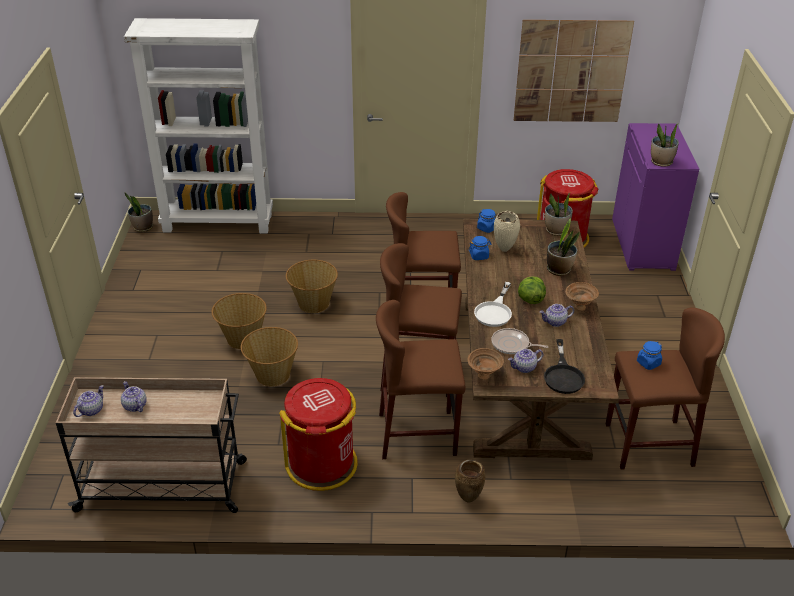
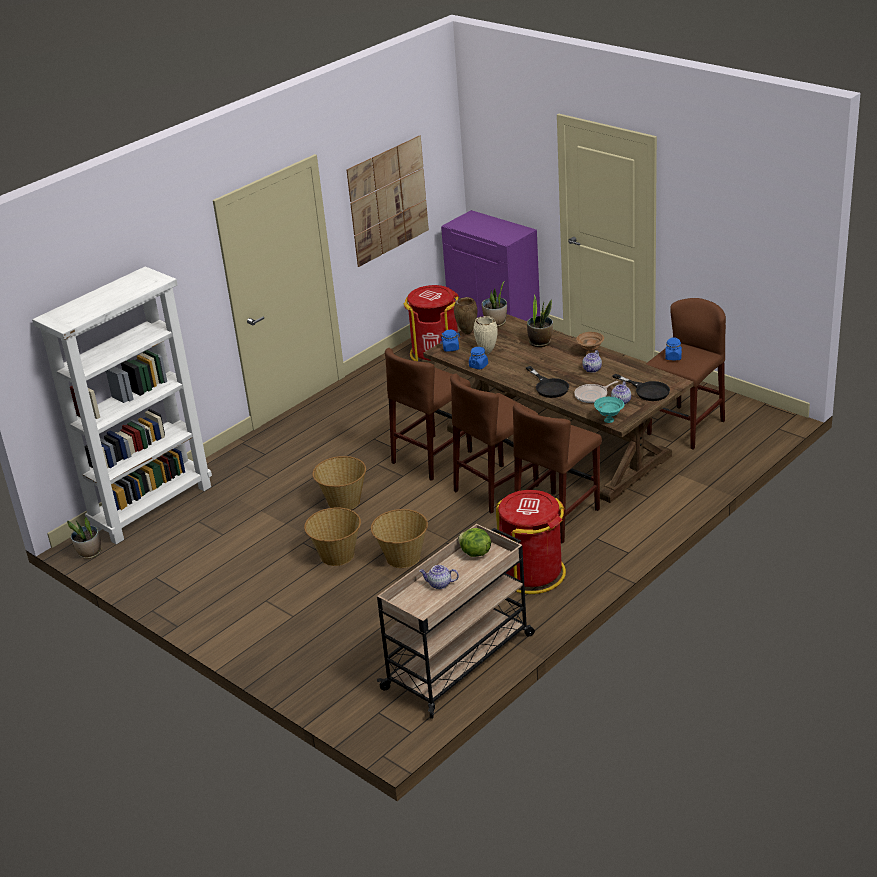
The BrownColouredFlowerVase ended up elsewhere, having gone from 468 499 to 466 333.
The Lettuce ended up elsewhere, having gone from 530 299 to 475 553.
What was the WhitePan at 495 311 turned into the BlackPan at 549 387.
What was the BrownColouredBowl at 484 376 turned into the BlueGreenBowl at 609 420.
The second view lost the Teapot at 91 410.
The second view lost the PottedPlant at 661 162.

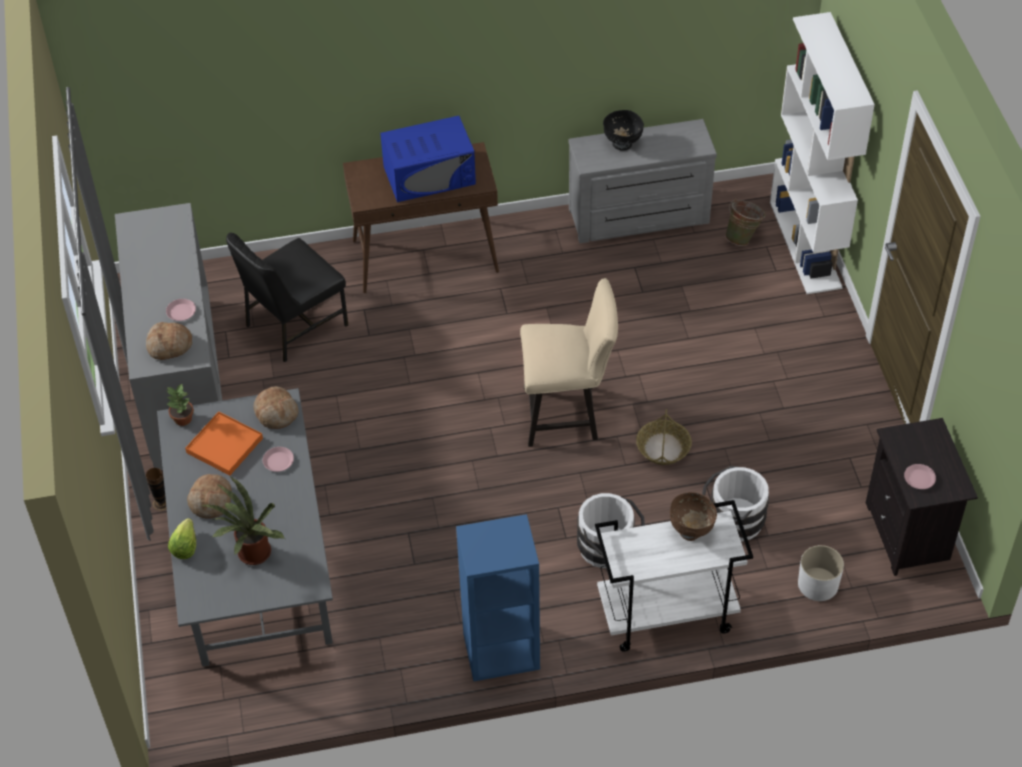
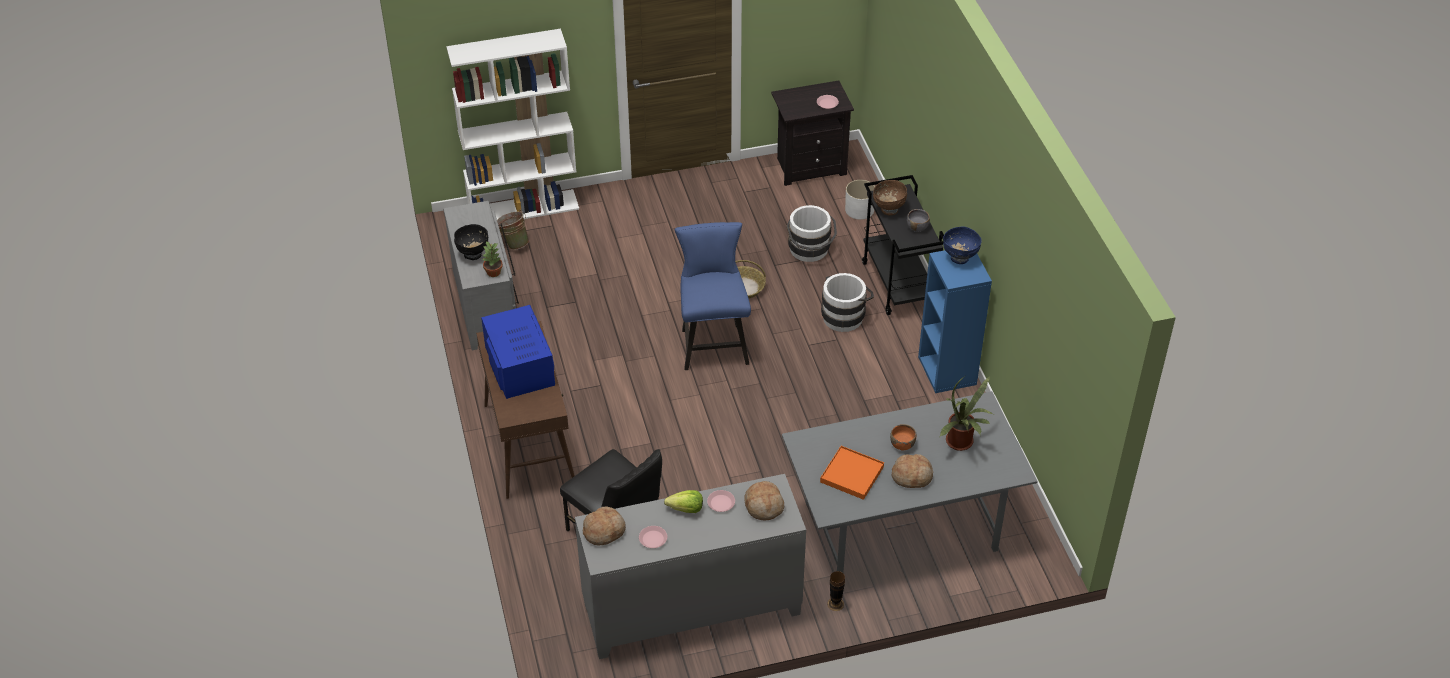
The PottedPlant ended up elsewhere, having gone from 182 419 to 493 272.
The BakedBread ended up elsewhere, having gone from 276 413 to 604 530.
The PinkColouredDinnerPlate ended up elsewhere, having gone from 278 461 to 653 539.
The Lettuce ended up elsewhere, having gone from 185 547 to 686 509.
What was the BeigeColouredChair at 567 414 turned into the BluishChair at 713 342.
What was the WhiteTrolley at 665 615 turned into the BlackTrolley at 899 284.
The second view gained the OrangeyBowl at 902 444.
The second view gained the GrayBowl at 917 227.
The second view gained the BluishBowl at 959 258.

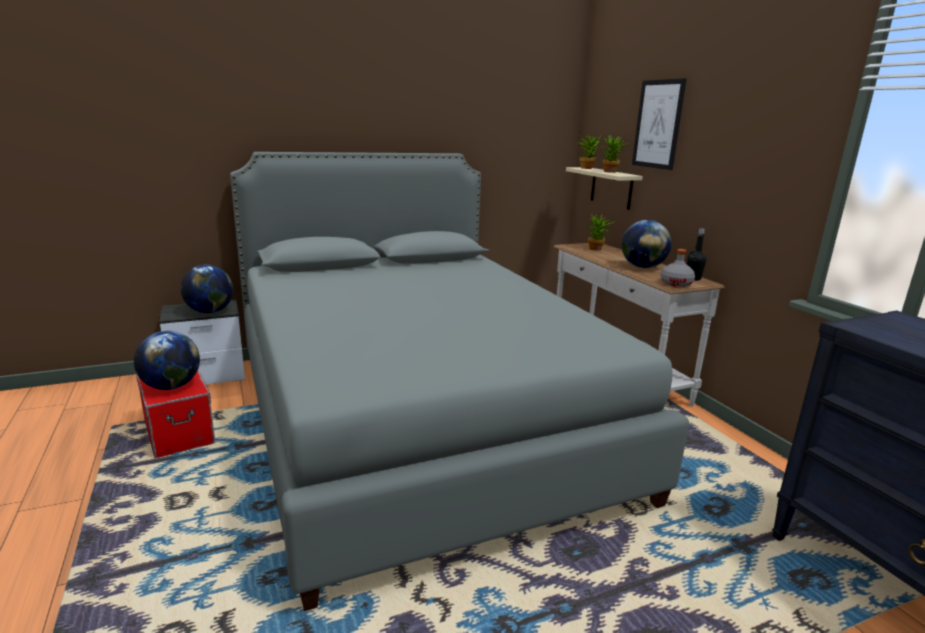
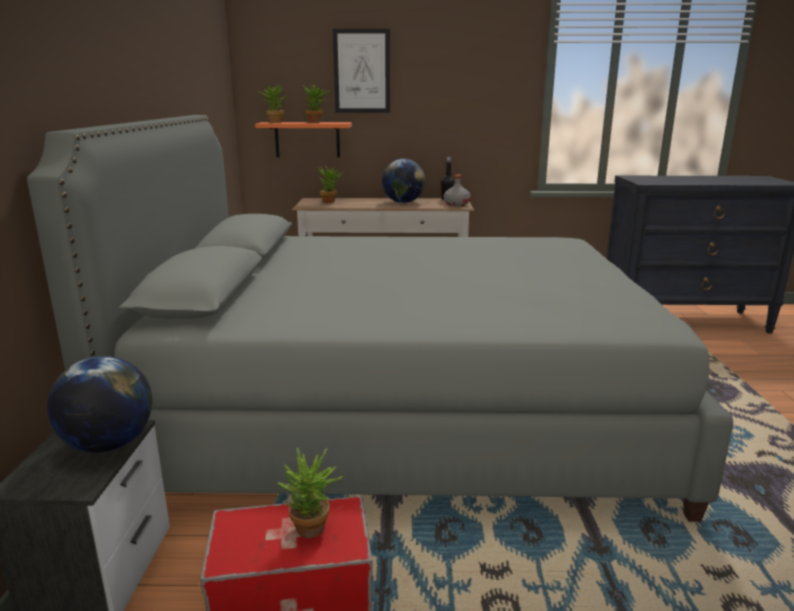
What was the BeigeColouredShelf at 611 188 turned into the OrangeyShelf at 307 139.
Where the DeskGlobe stood at 171 386, the PottedPlant came to stand at 312 532.

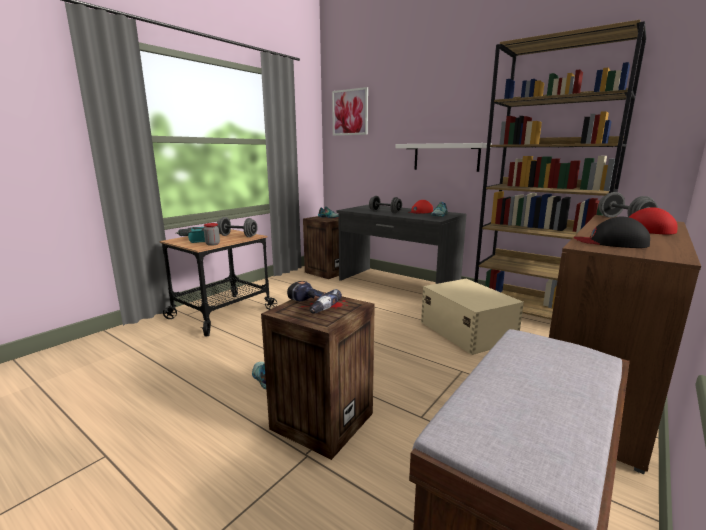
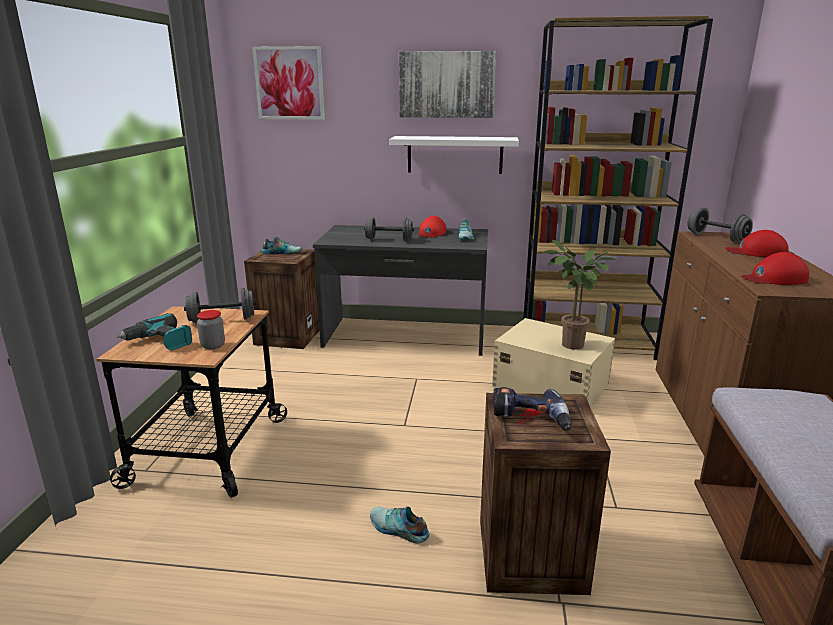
The second view gained the WallArt at 446 84.
The second view gained the PottedPlant at 570 346.
What was the BlackPeakedCap at 611 242 turned into the RedColouredPeakedCap at 774 279.

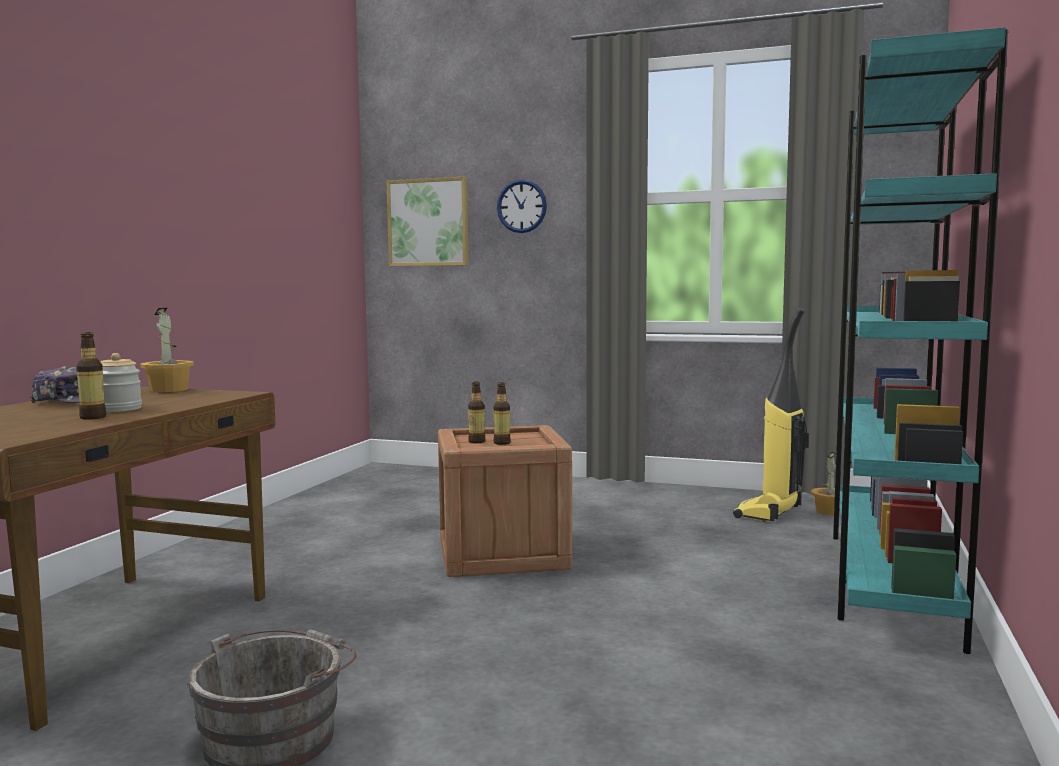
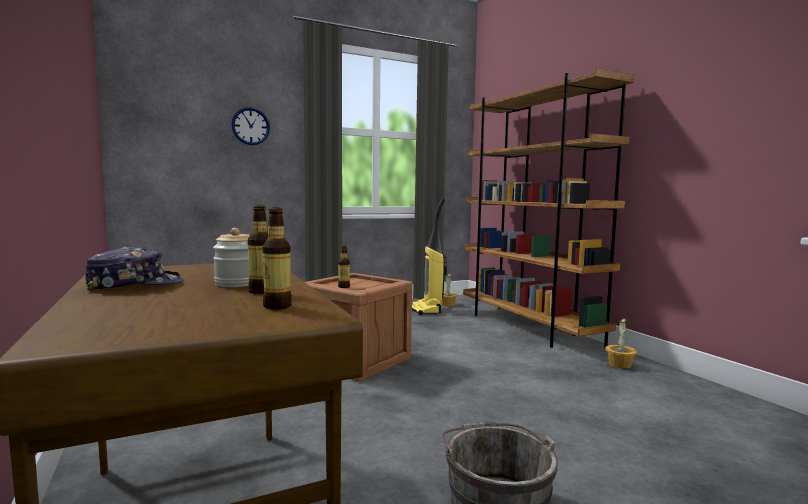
The DrinkBottle ended up elsewhere, having gone from 502 443 to 277 306.
What was the BlueGreenShelvingUnit at 889 579 turned into the BrownColouredShelvingUnit at 528 327.
The PottedPlant ended up elsewhere, having gone from 169 390 to 620 364.
The second view lost the WallArt at 428 222.

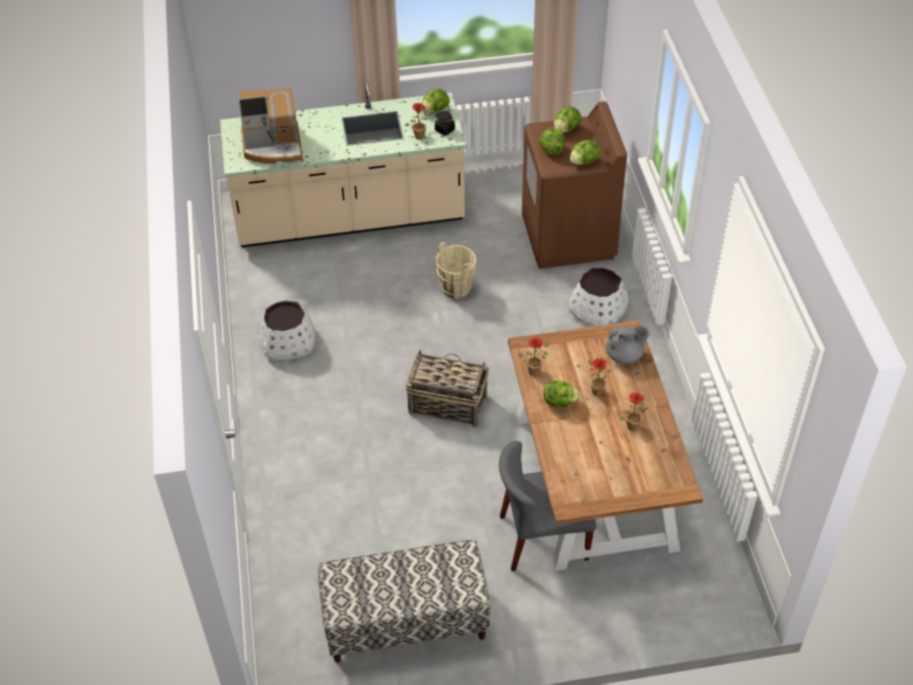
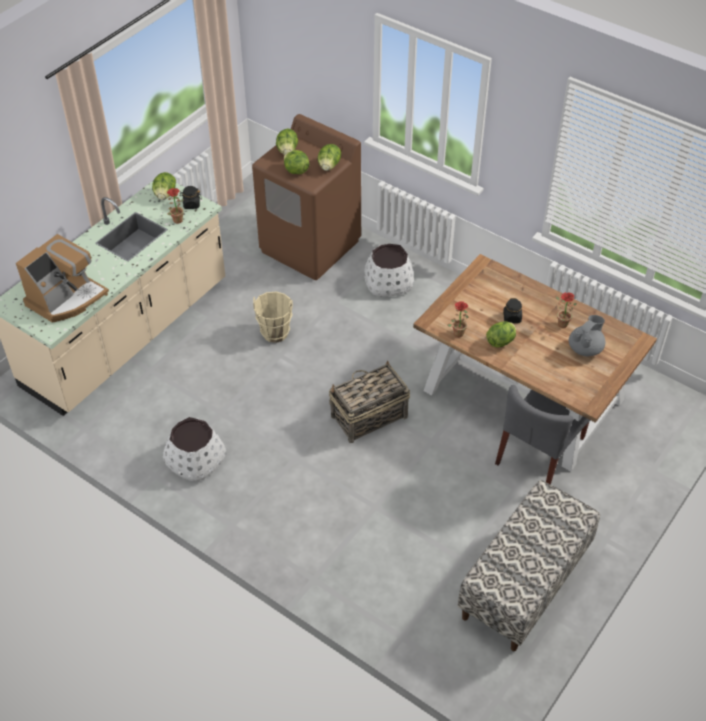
Where the PottedPlant stood at 595 390, the BlackPreserveJar came to stand at 512 318.
The GrayTeapot ended up elsewhere, having gone from 625 355 to 585 348.

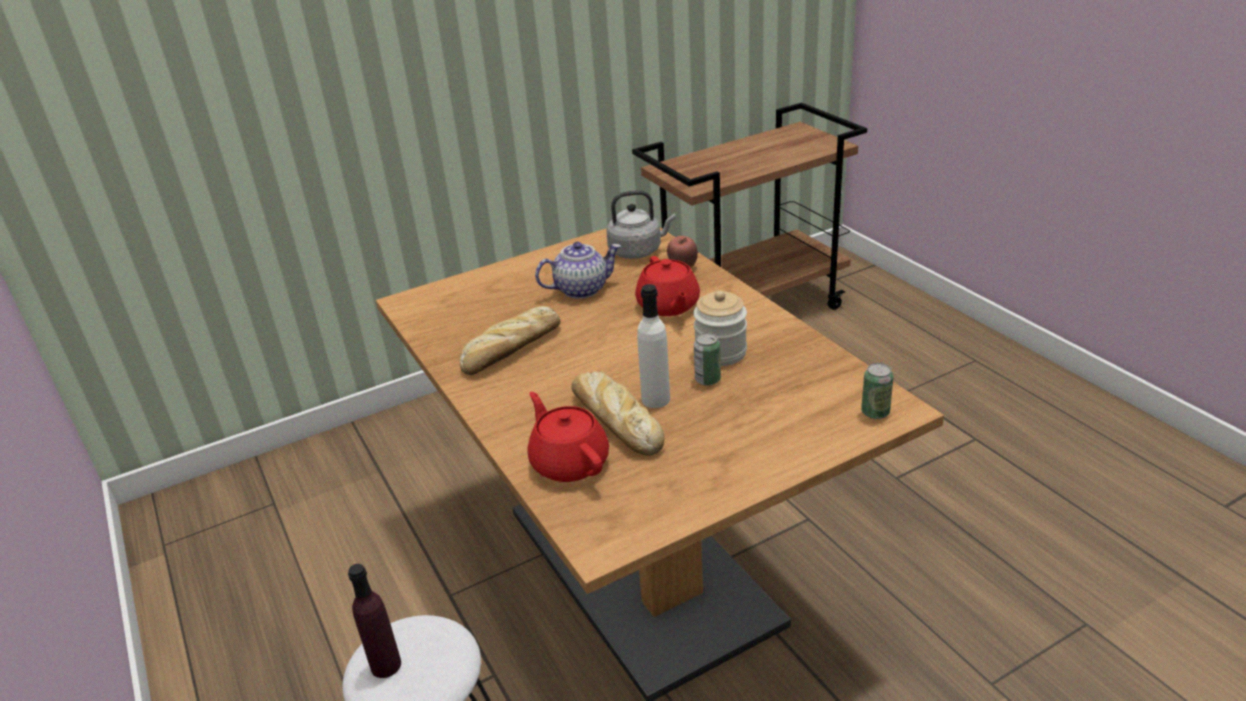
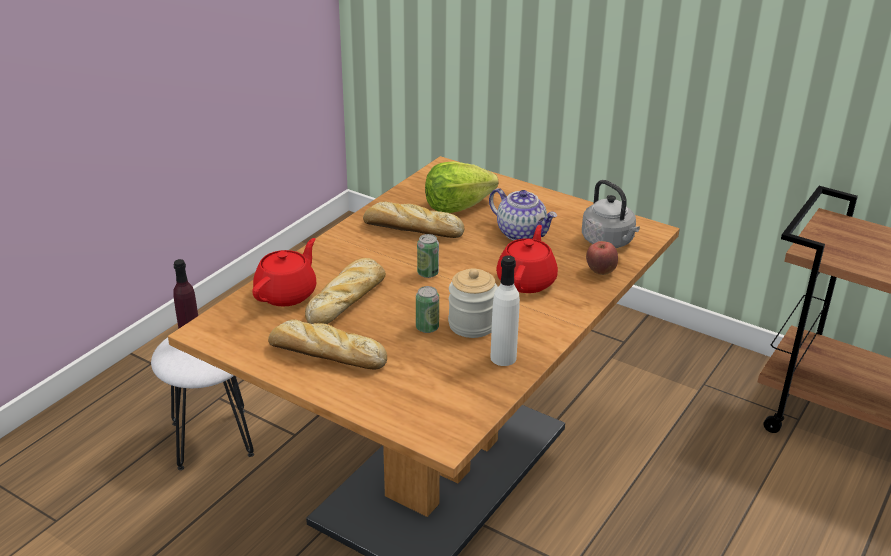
The second view gained the BakedBread at 325 354.
The Can ended up elsewhere, having gone from 875 412 to 427 273.
The second view gained the Lettuce at 457 206.
The WhiteDrinkBottle ended up elsewhere, having gone from 655 399 to 503 358.
The RedColouredTeapot at 668 306 ended up facing another way, 150 degrees clockwise from before.

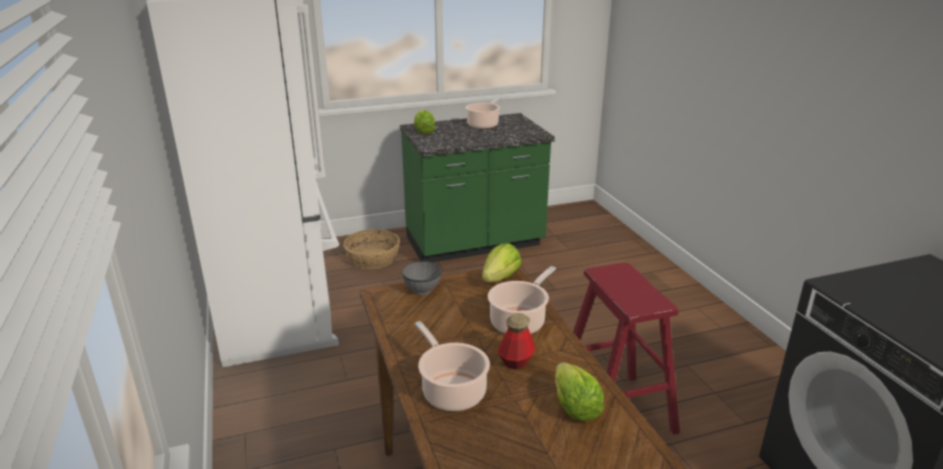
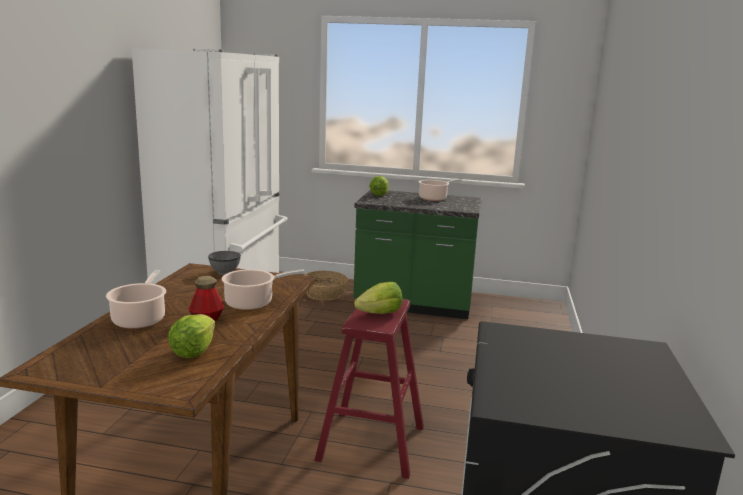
The Lettuce ended up elsewhere, having gone from 500 278 to 380 313.

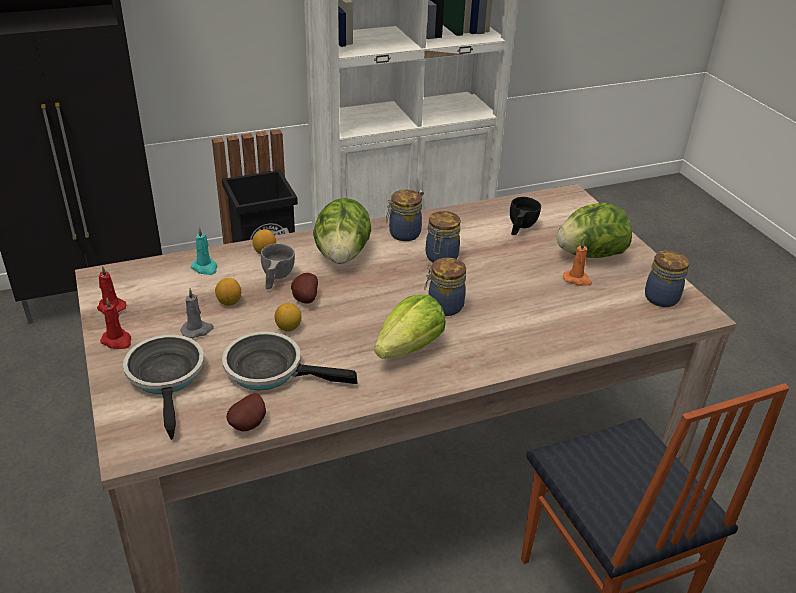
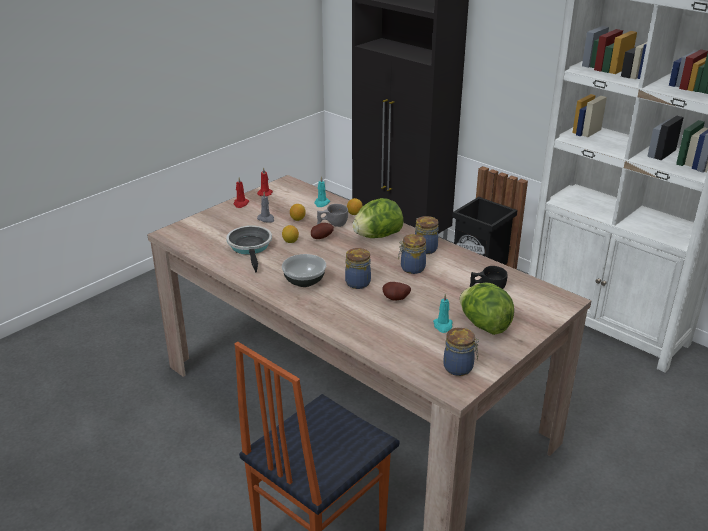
Where the Lettuce stood at 410 348, the Bowl came to stand at 304 282.
The Spud ended up elsewhere, having gone from 250 425 to 396 299.
What was the OrangeyWaxCandle at 577 280 turned into the BlueGreenWaxCandle at 443 326.
The second view lost the Pan at 167 378.

